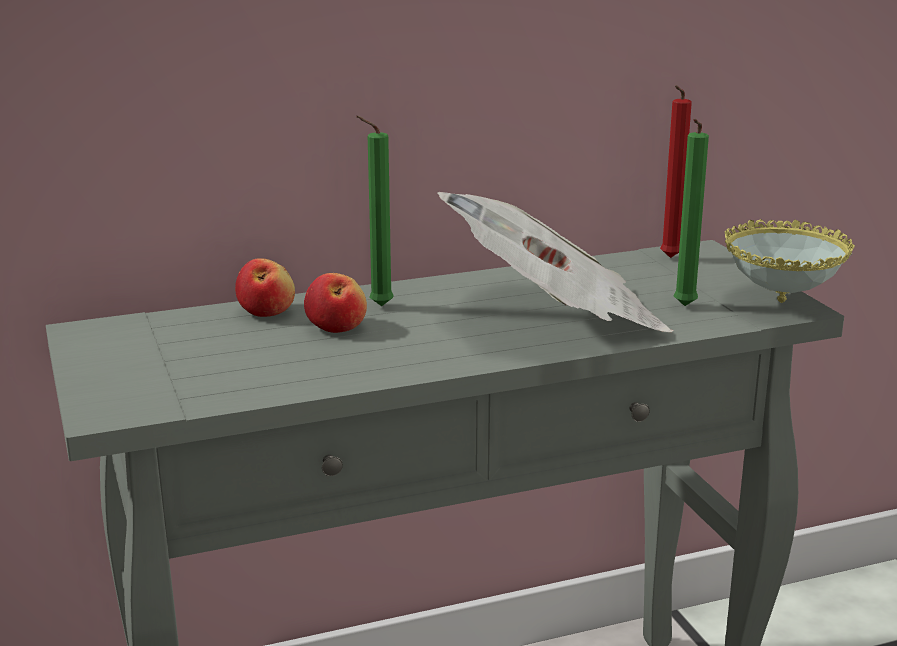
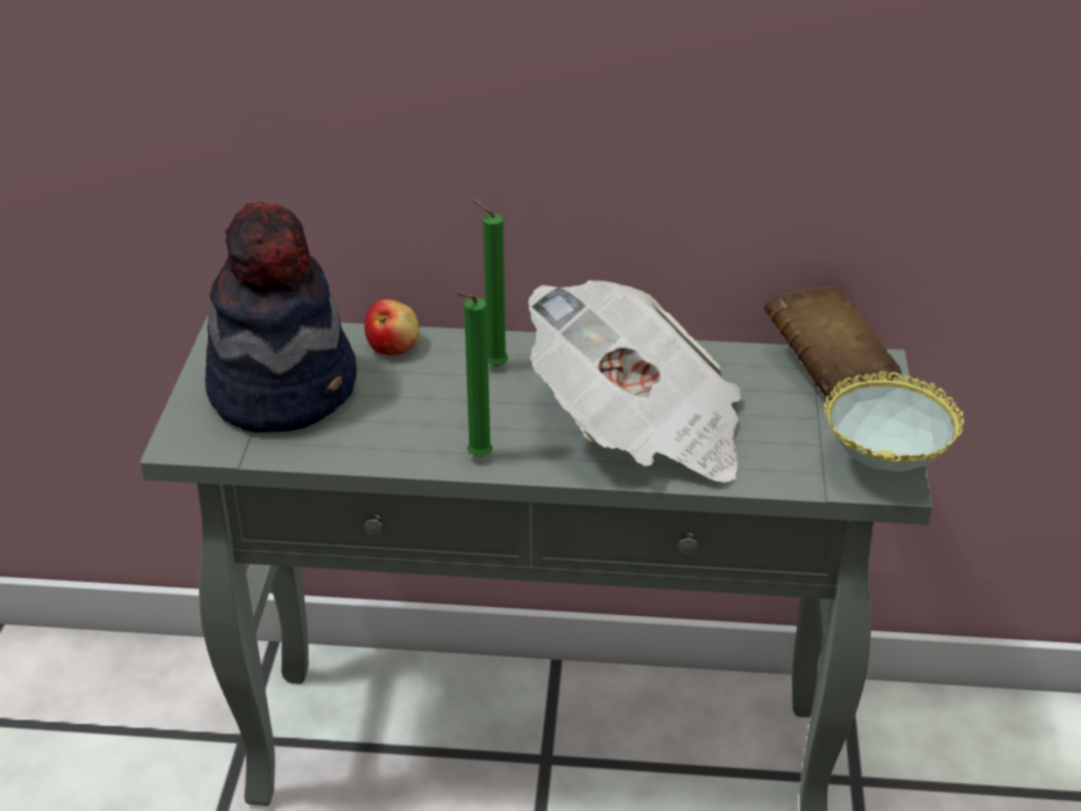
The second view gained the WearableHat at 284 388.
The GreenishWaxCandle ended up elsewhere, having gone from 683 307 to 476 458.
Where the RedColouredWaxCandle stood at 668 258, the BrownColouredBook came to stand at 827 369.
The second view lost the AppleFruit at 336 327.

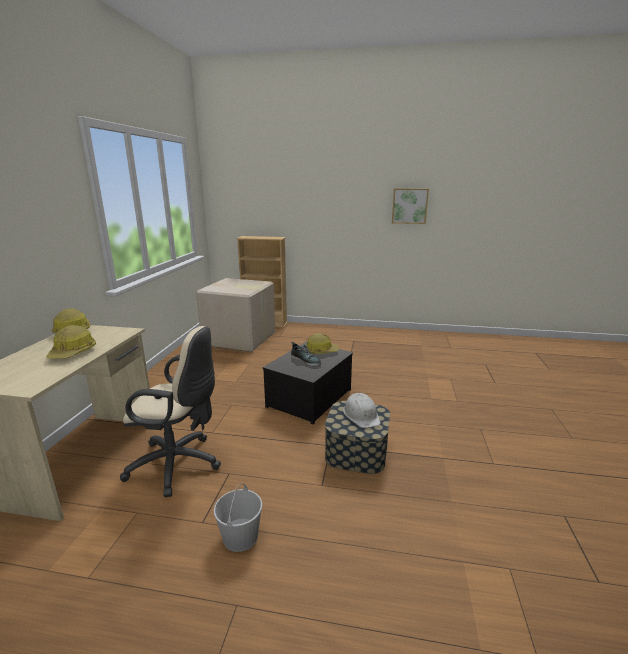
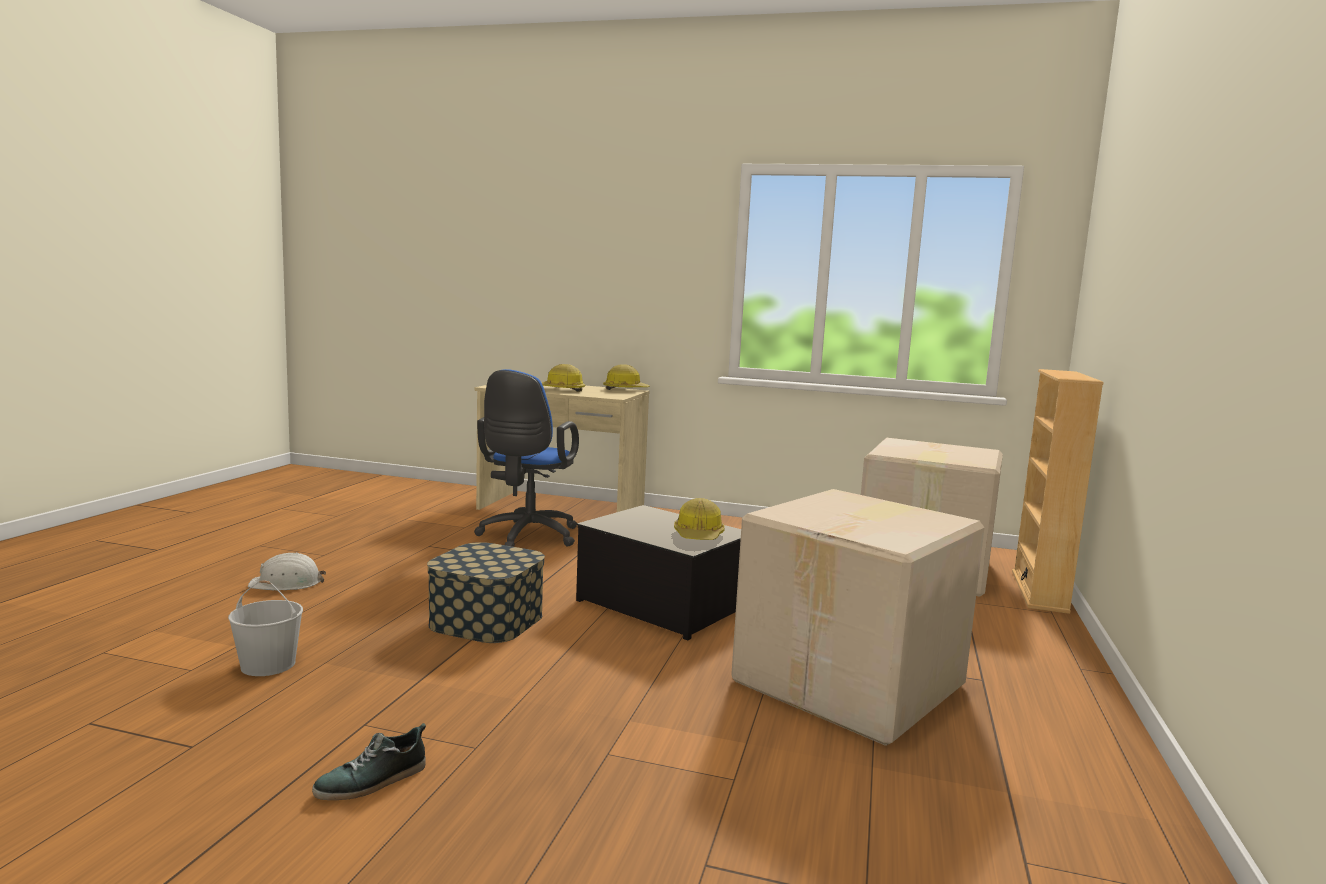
The WhiteWaterBucket ended up elsewhere, having gone from 240 536 to 269 664.
The WhiteWorkHelmet ended up elsewhere, having gone from 361 415 to 286 583.
The ItemOfFootwear ended up elsewhere, having gone from 306 360 to 372 781.
What was the BeigeColouredOfficeChair at 179 465 turned into the BluishOfficeChair at 526 537.
The second view gained the Carton at 852 683.
The second view lost the WallArt at 409 206.

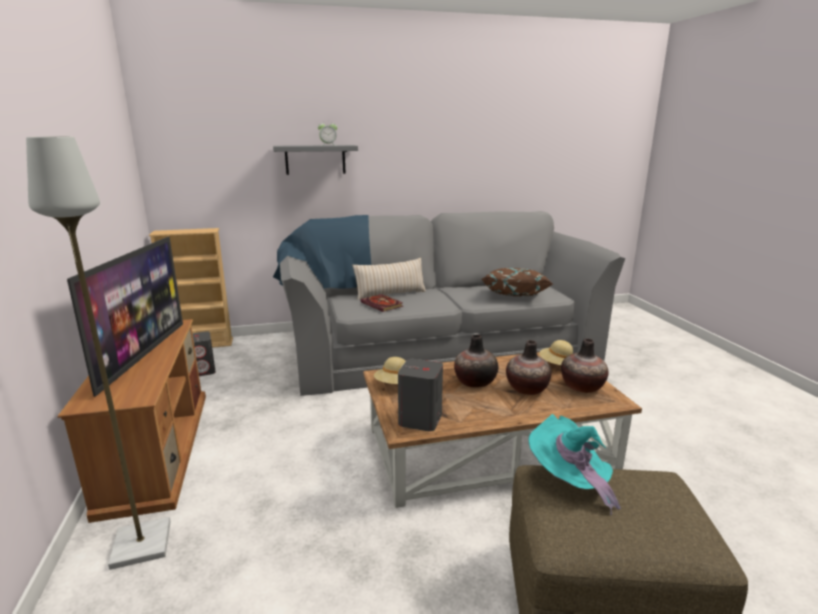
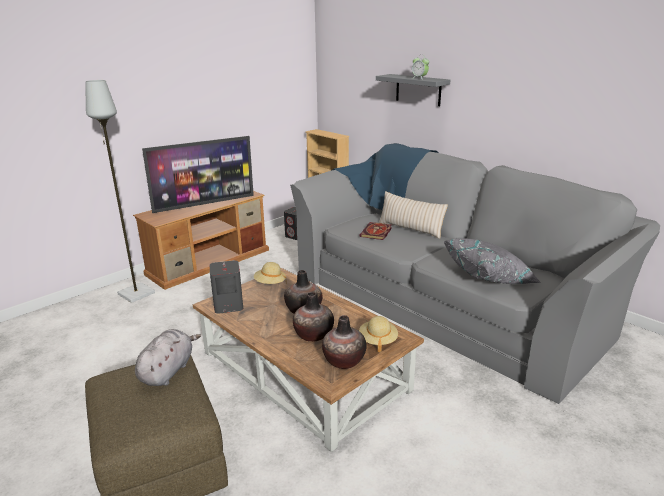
Where the BlueGreenWearableHat stood at 569 481, the GrayCuddlyToy came to stand at 168 371.
What was the BrownColouredCushion at 514 297 turned into the GrayCushion at 489 277.

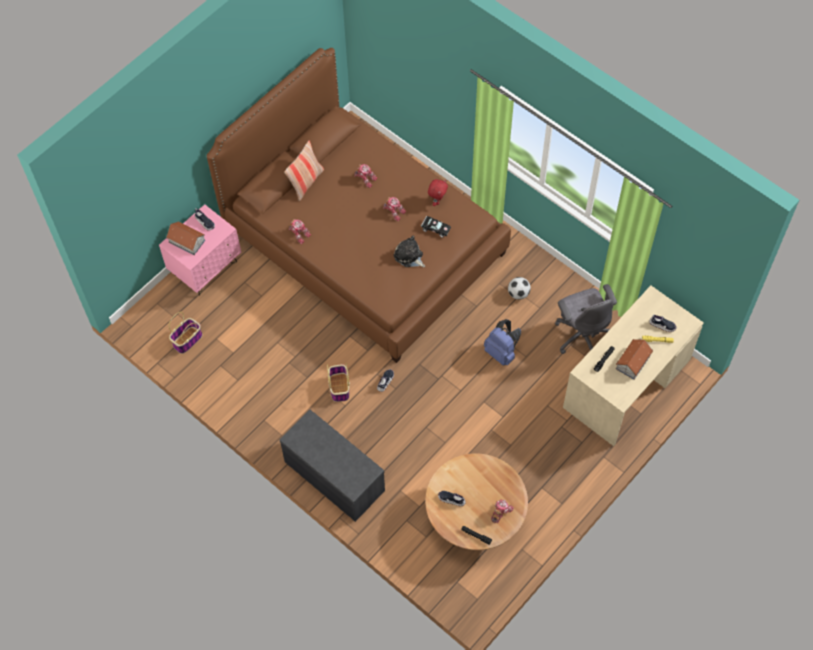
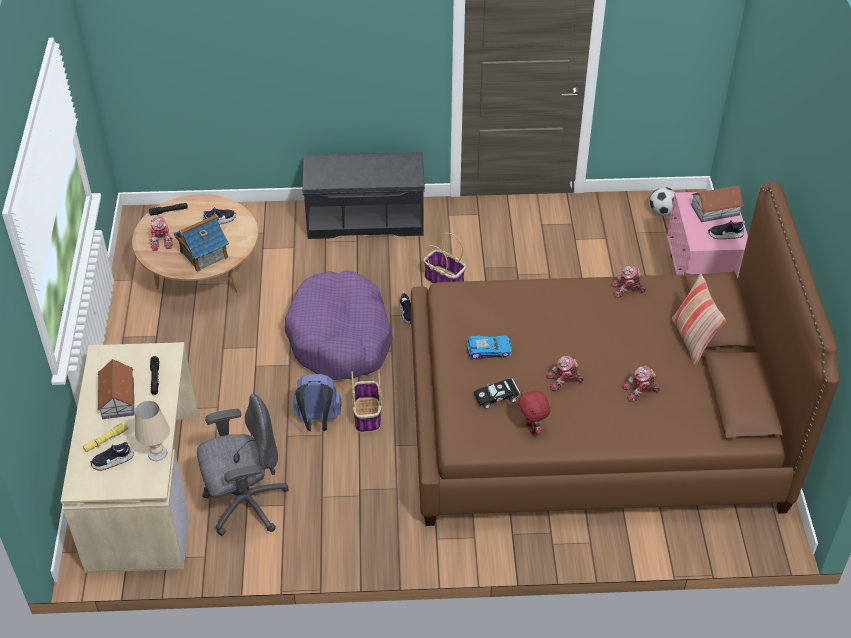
The second view gained the BeigeColouredTableLamp at 157 453.
The second view gained the MiniatureHouse at 203 254.
The GrayOfficeChair at 581 334 ended up facing another way, 135 degrees clockwise from before.
The second view gained the PurplishDogCushion at 340 338.
The Basket ended up elsewhere, having gone from 187 340 to 367 415.
Where the CuddlyToy stood at 409 256, the ToyCar came to stand at 488 349.
The BallForFootball ended up elsewhere, having gone from 518 293 to 662 212.

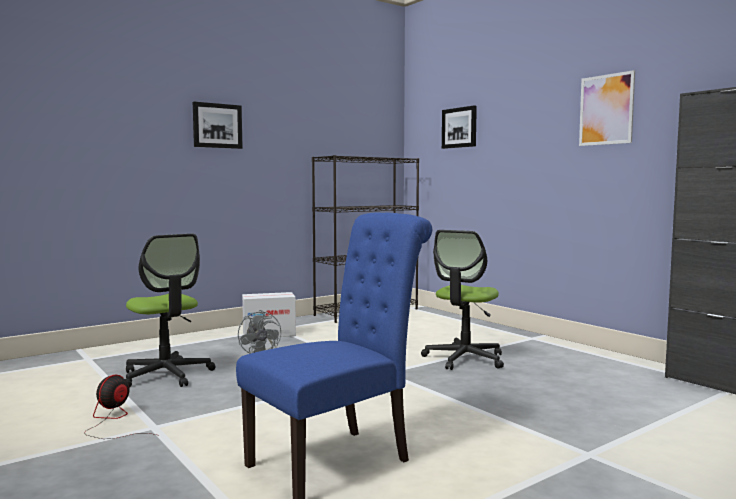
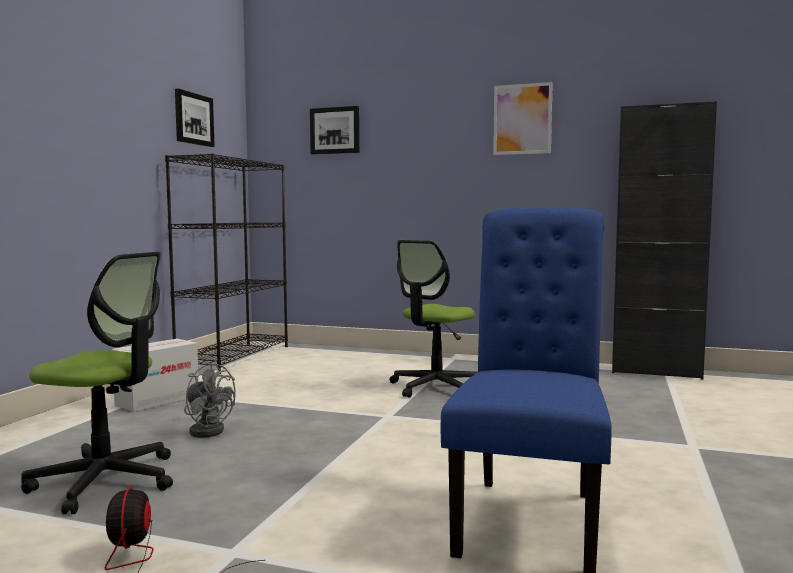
The WallArt ended up elsewhere, having gone from 217 125 to 193 119.
The OfficeChair at 464 359 ended up facing another way, 45 degrees clockwise from before.

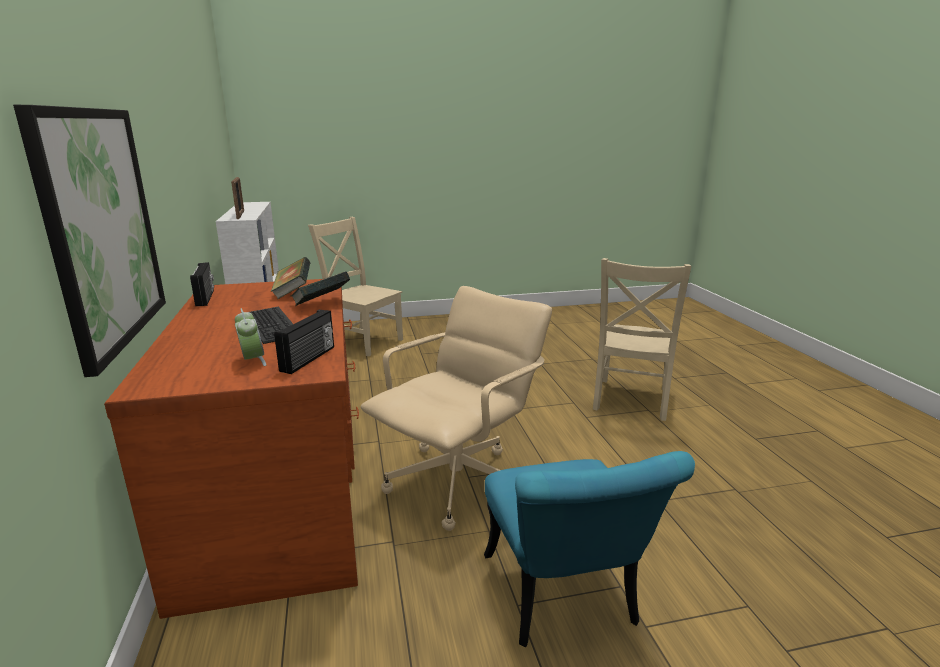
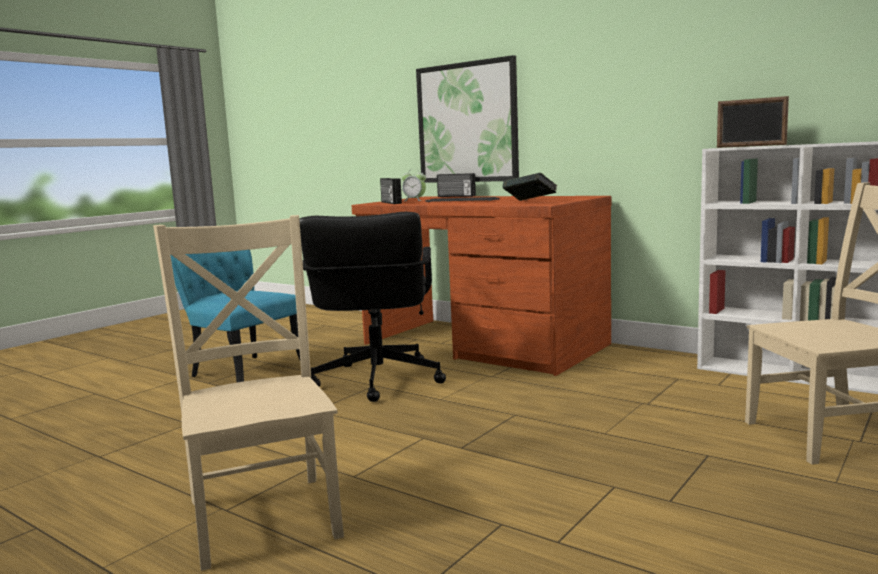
What was the BeigeColouredOfficeChair at 458 482 turned into the BlackOfficeChair at 376 381.
The Radio ended up elsewhere, having gone from 206 298 to 456 196.
The second view lost the Book at 321 304.

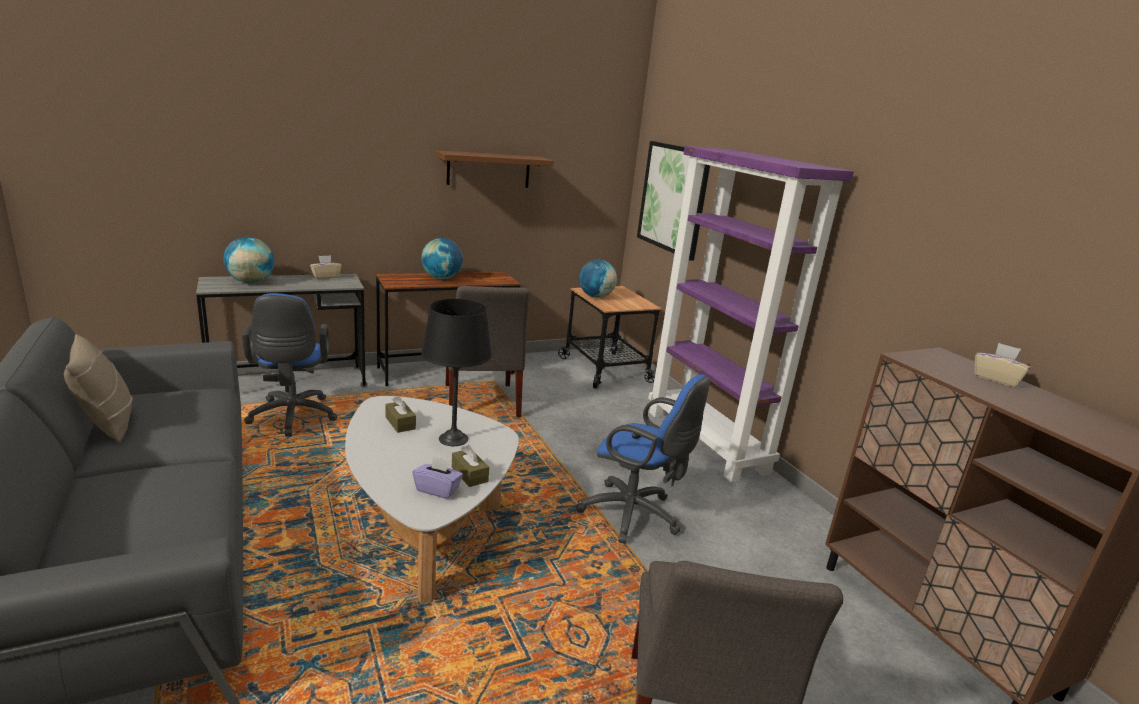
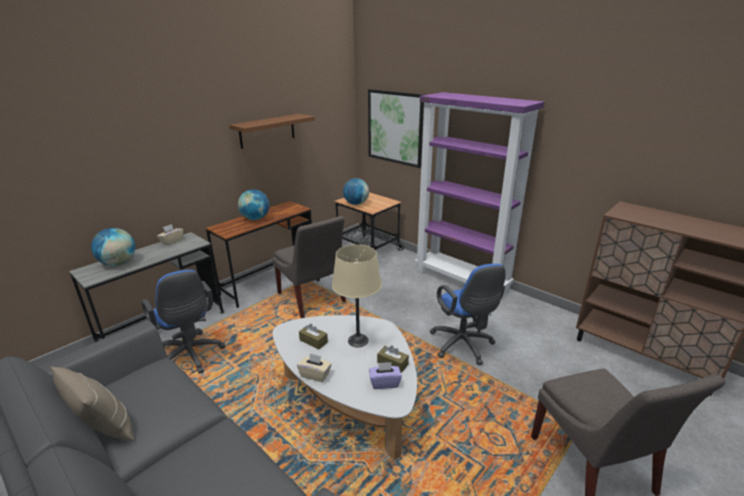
The BeigeColouredTissueHolder ended up elsewhere, having gone from 996 379 to 315 374.
What was the BlackTableLamp at 453 439 turned into the BeigeColouredTableLamp at 358 340.
The BluishOfficeChair at 634 516 ended up facing another way, 60 degrees clockwise from before.

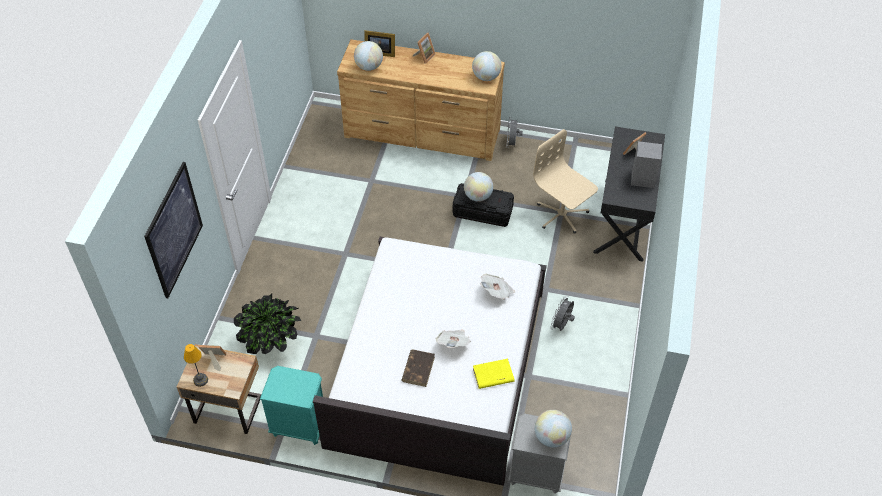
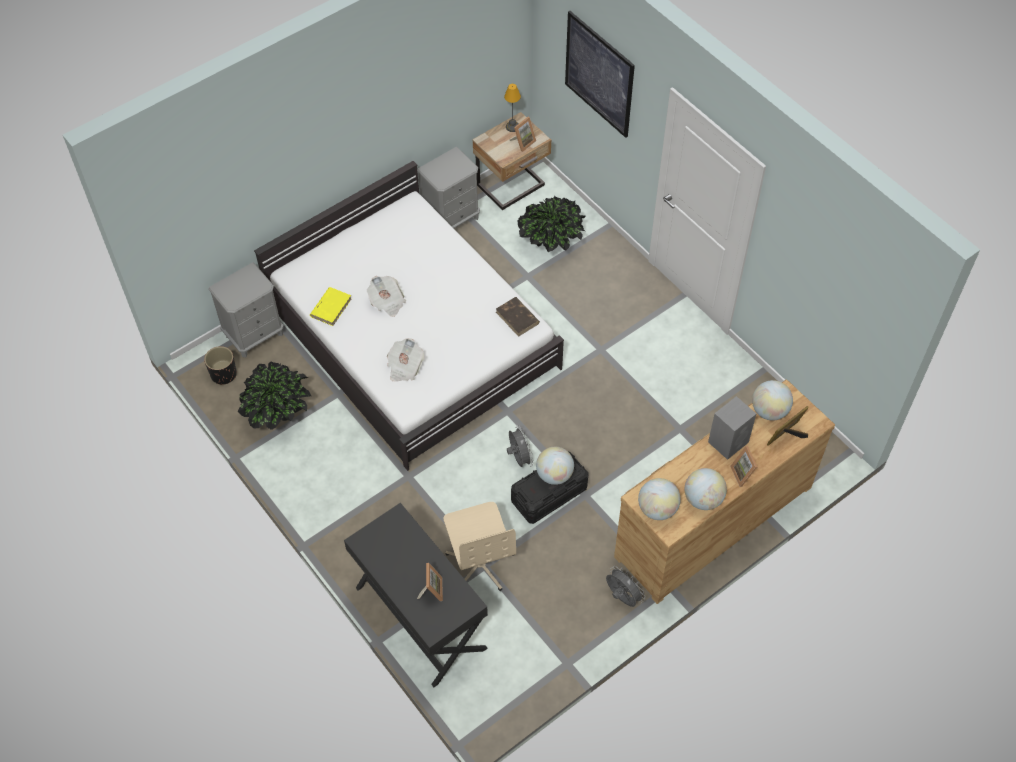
The second view gained the BlackPlantPot at 223 374.
The second view gained the PottedPlant at 279 415.
What was the BlueGreenNightTable at 299 426 turned into the GrayNightTable at 451 218.
The BeigeColouredOfficeChair at 561 215 ended up facing another way, 75 degrees clockwise from before.
The BrownColouredBook ended up elsewhere, having gone from 418 368 to 517 318.
The GrayFan ended up elsewhere, having gone from 562 325 to 519 458.
The DeskGlobe ended up elsewhere, having gone from 551 437 to 703 499.
The GrayLoudspeaker ended up elsewhere, having gone from 642 179 to 729 441.

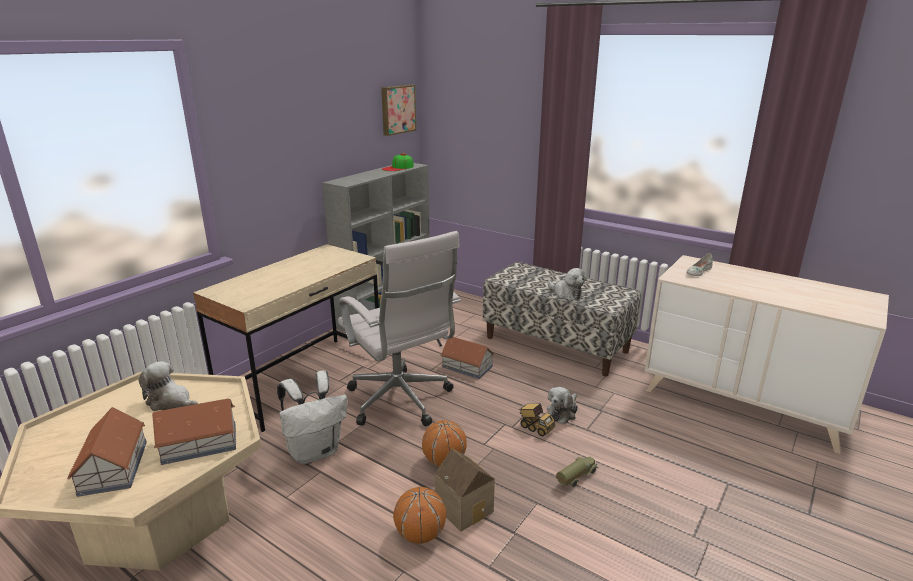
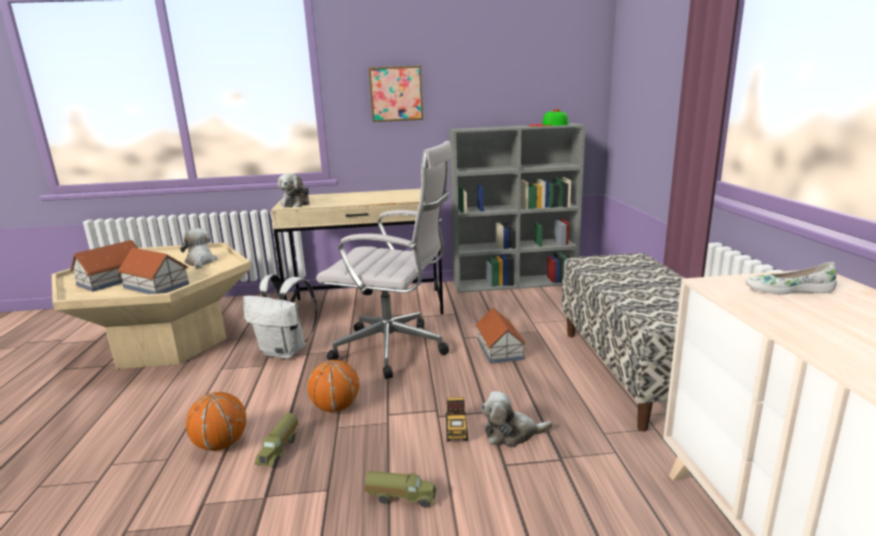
Where the MiniatureHouse stood at 466 507, the ModelTruck came to stand at 279 450.
The CuddlyToy ended up elsewhere, having gone from 566 294 to 296 204.
The WhiteOfficeChair at 401 402 ended up facing another way, 90 degrees counterclockwise from before.
The WallArt ended up elsewhere, having gone from 397 109 to 396 94.

